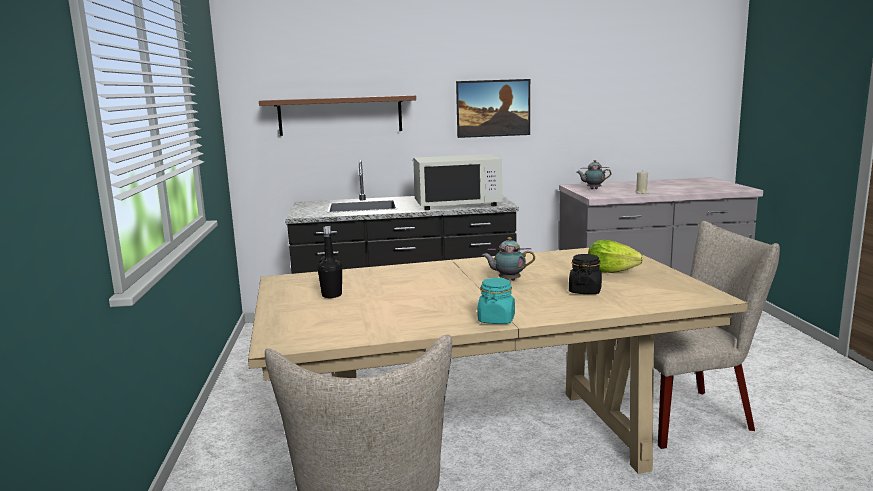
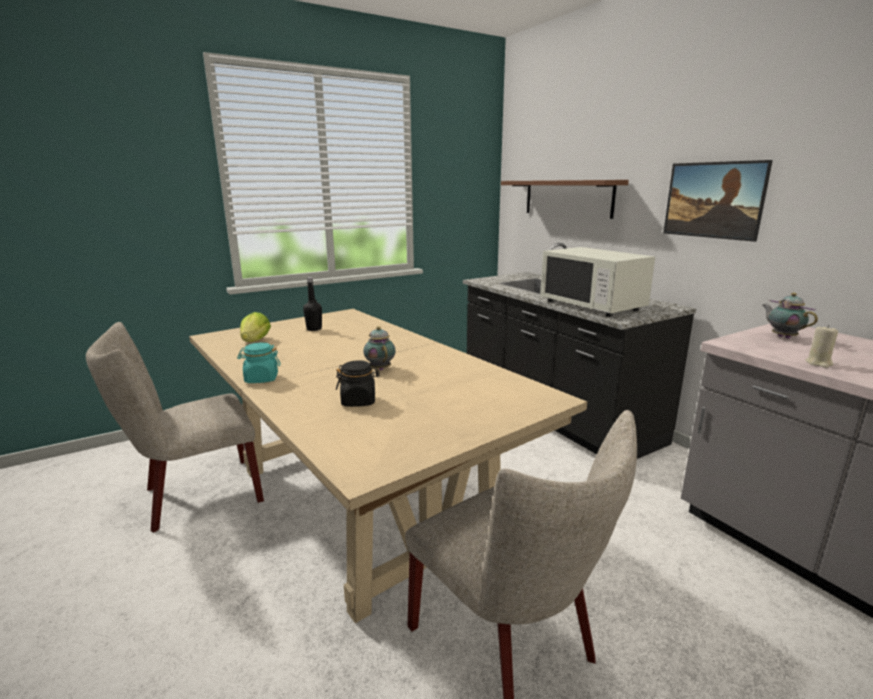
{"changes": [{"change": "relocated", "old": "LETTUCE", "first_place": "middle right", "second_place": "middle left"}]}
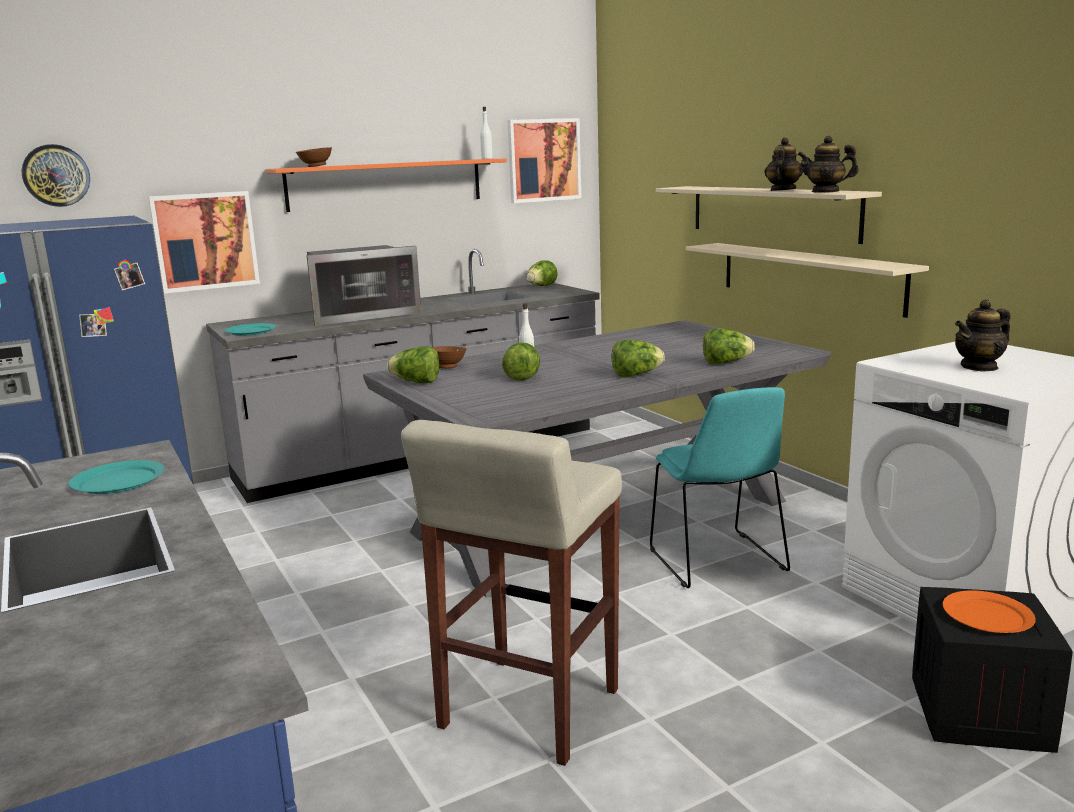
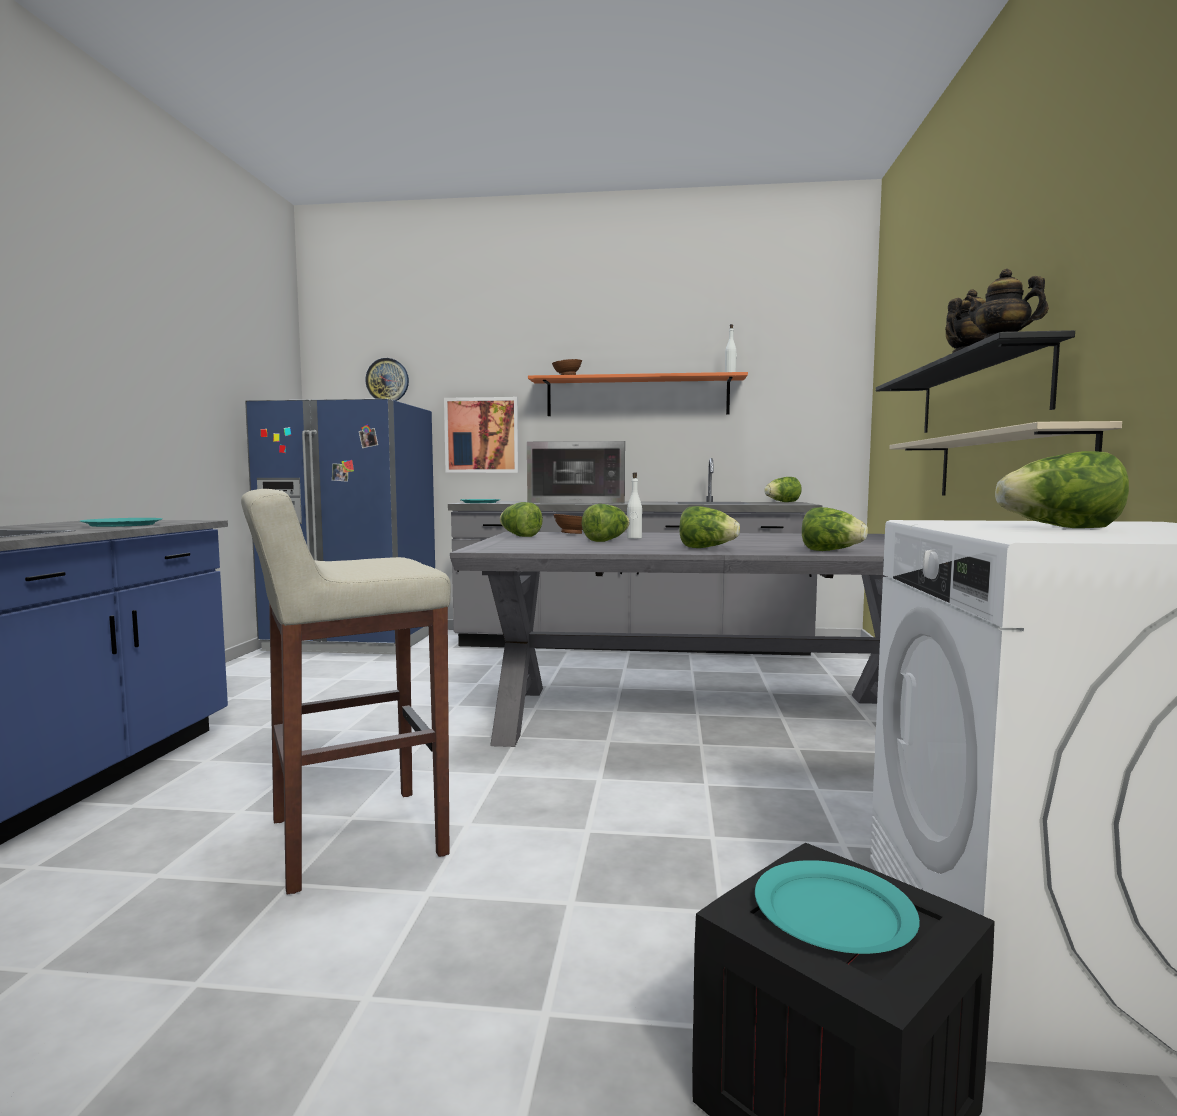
{"changes": [{"change": "missing", "old": "PICTURE (no. 2 from left)", "first_place": "top centre"}, {"change": "missing", "old": "TURQUOISE CHAIR", "first_place": "middle right"}, {"change": "colour", "old": "BEIGE SHELF (no. 1 from left)", "new": "BLACK SHELF", "first_place": "top right", "second_place": "middle right"}, {"change": "colour", "old": "ORANGE PLATE", "new": "TURQUOISE PLATE (no. 3 from left)", "first_place": "bottom right", "second_place": "bottom right"}, {"change": "exchanged", "old": "TEAPOT (no. 3 from left)", "new": "LETTUCE (no. 6 from left)", "first_place": "middle right", "second_place": "middle right"}]}
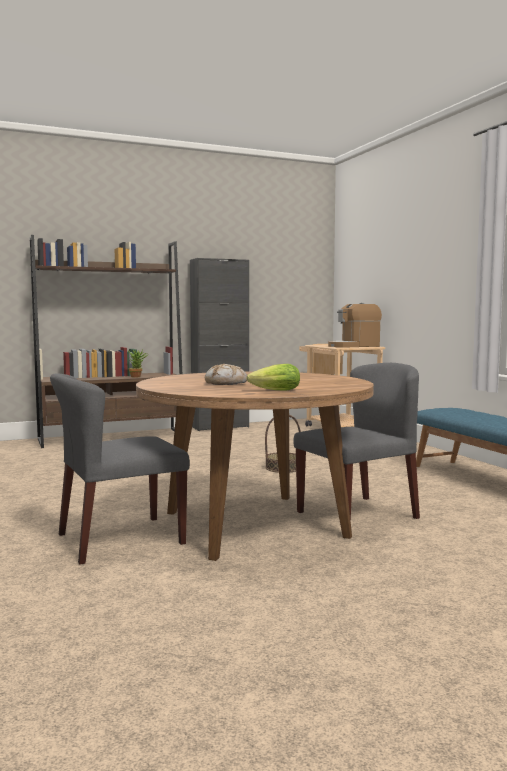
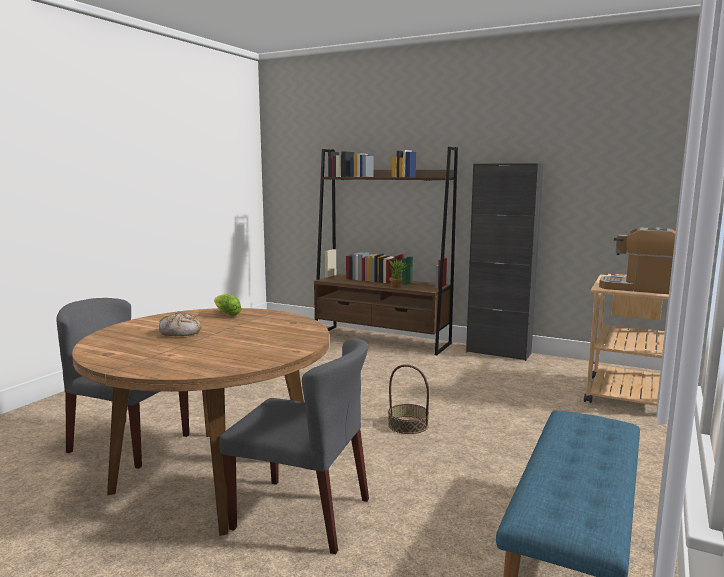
{"changes": [{"change": "relocated", "old": "LETTUCE", "first_place": "centre", "second_place": "middle left"}]}
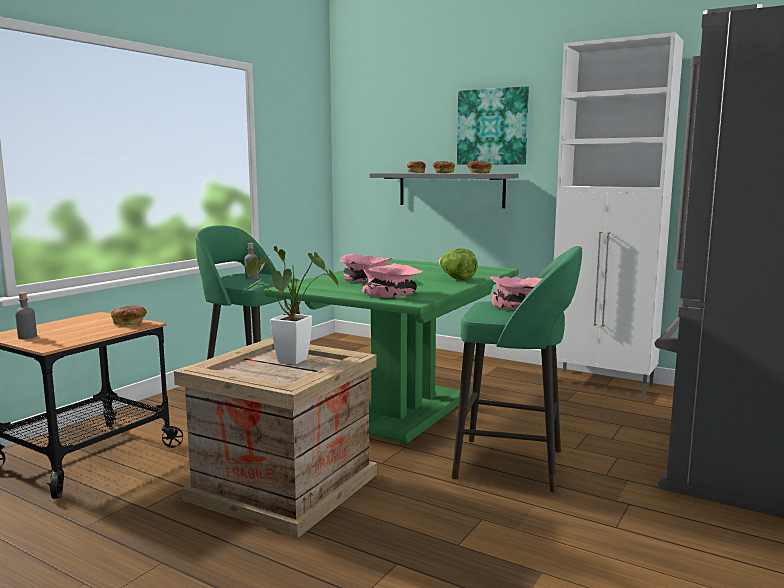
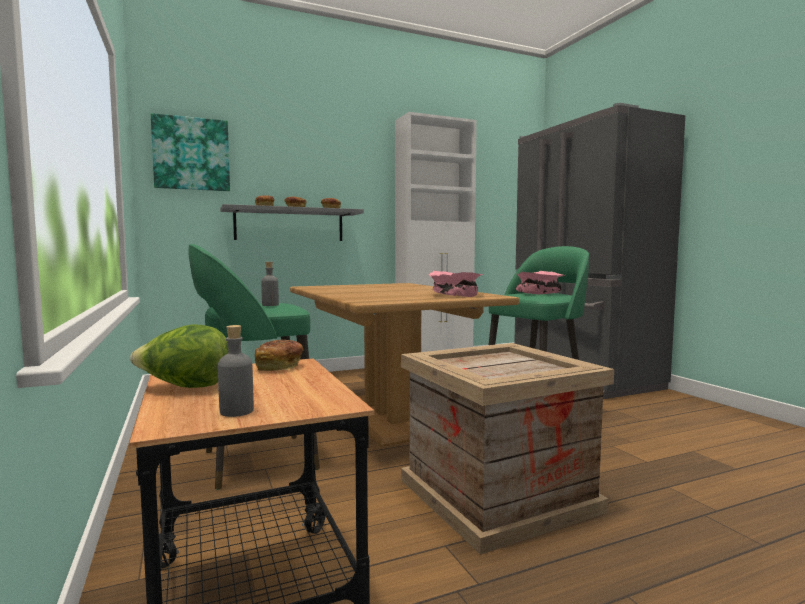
{"changes": [{"change": "missing", "old": "POTTED PLANT", "first_place": "centre"}, {"change": "colour", "old": "GREEN DINING TABLE", "new": "BROWN DINING TABLE", "first_place": "centre", "second_place": "centre"}, {"change": "missing", "old": "PINK BOWL (no. 1 from left)", "first_place": "centre"}, {"change": "relocated", "old": "LETTUCE", "first_place": "centre", "second_place": "middle left"}, {"change": "relocated", "old": "PICTURE", "first_place": "top centre", "second_place": "top left"}]}
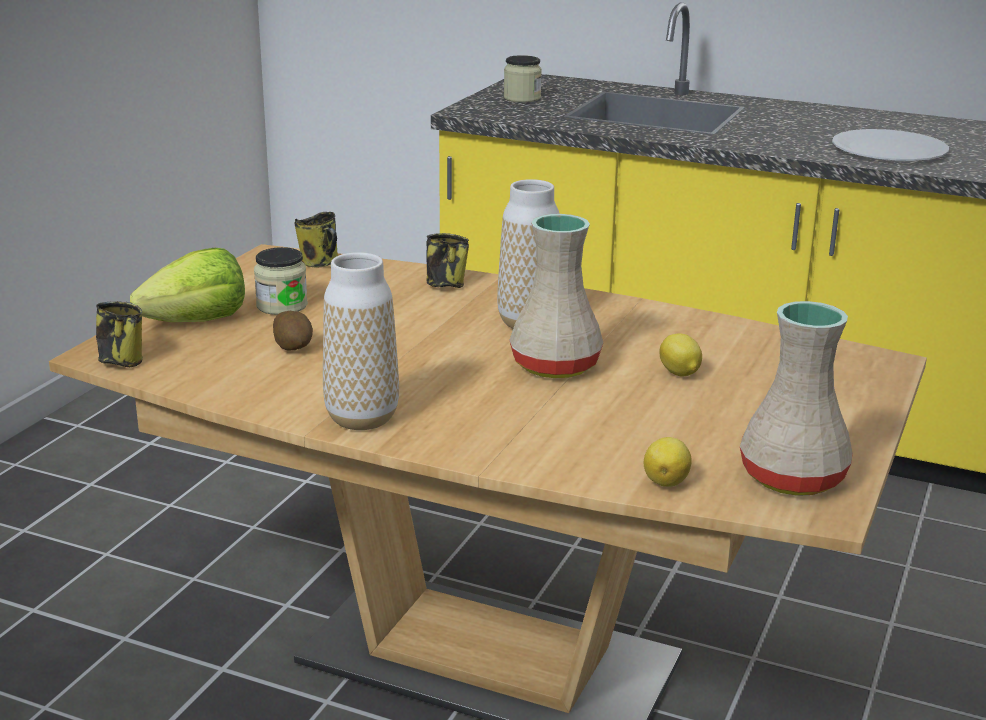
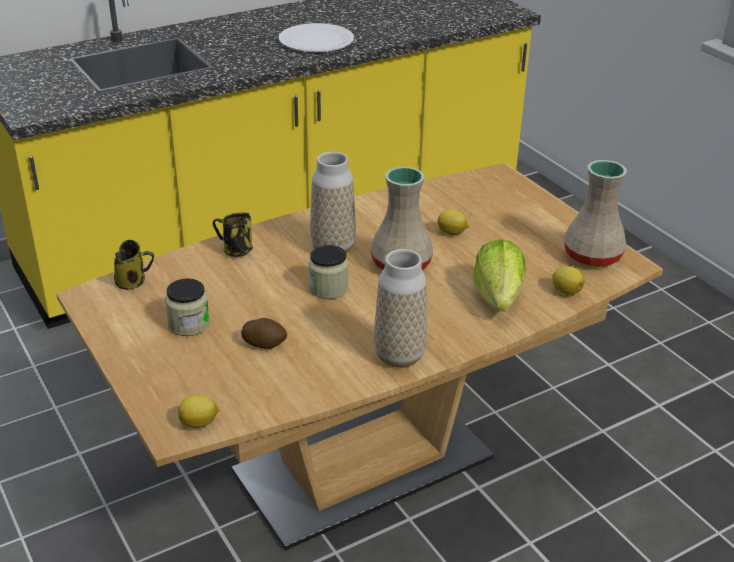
{"changes": [{"change": "exchanged", "old": "MUG (no. 1 from left)", "new": "LEMON (no. 1 from left)", "first_place": "middle left", "second_place": "bottom left"}, {"change": "relocated", "old": "LETTUCE", "first_place": "middle left", "second_place": "middle right"}, {"change": "relocated", "old": "JAR (no. 2 from left)", "first_place": "top centre", "second_place": "centre"}]}
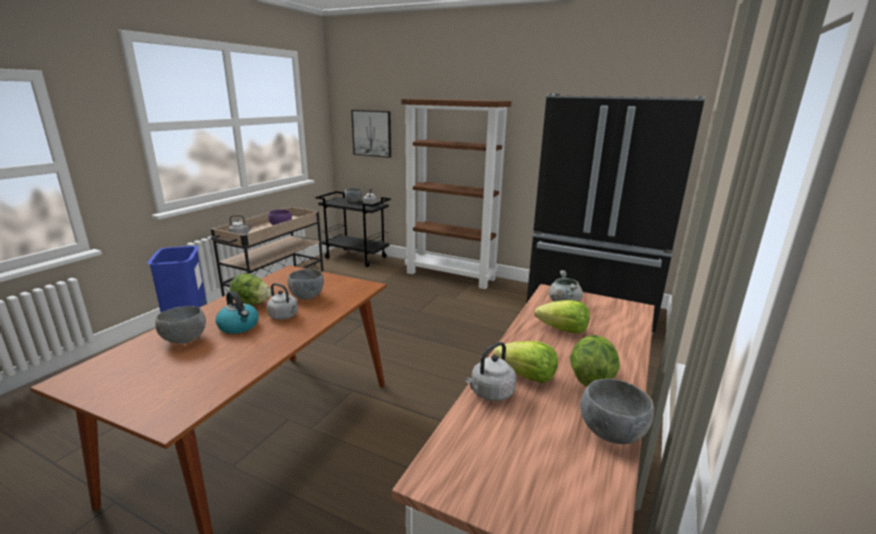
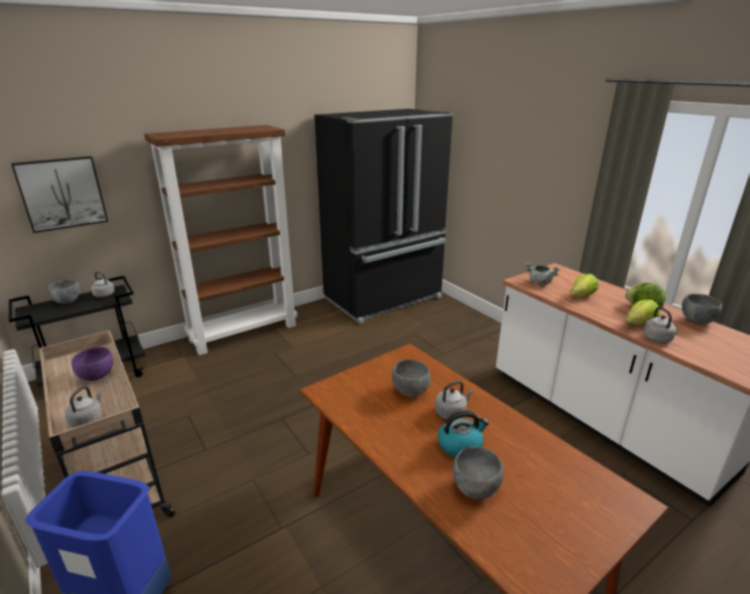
{"changes": [{"change": "missing", "old": "LETTUCE (no. 1 from left)", "first_place": "middle left"}]}
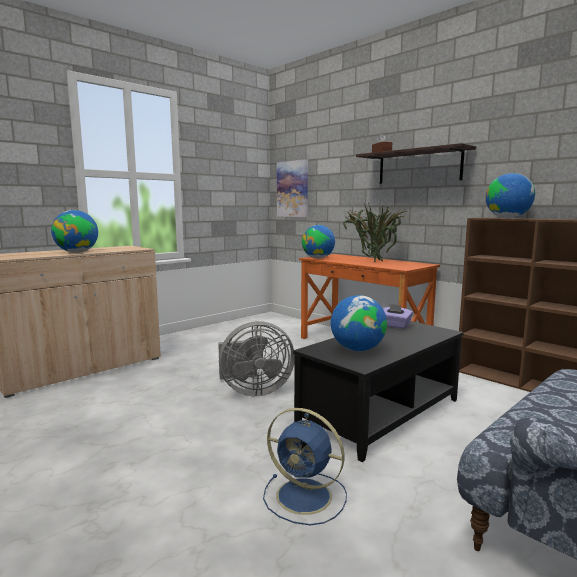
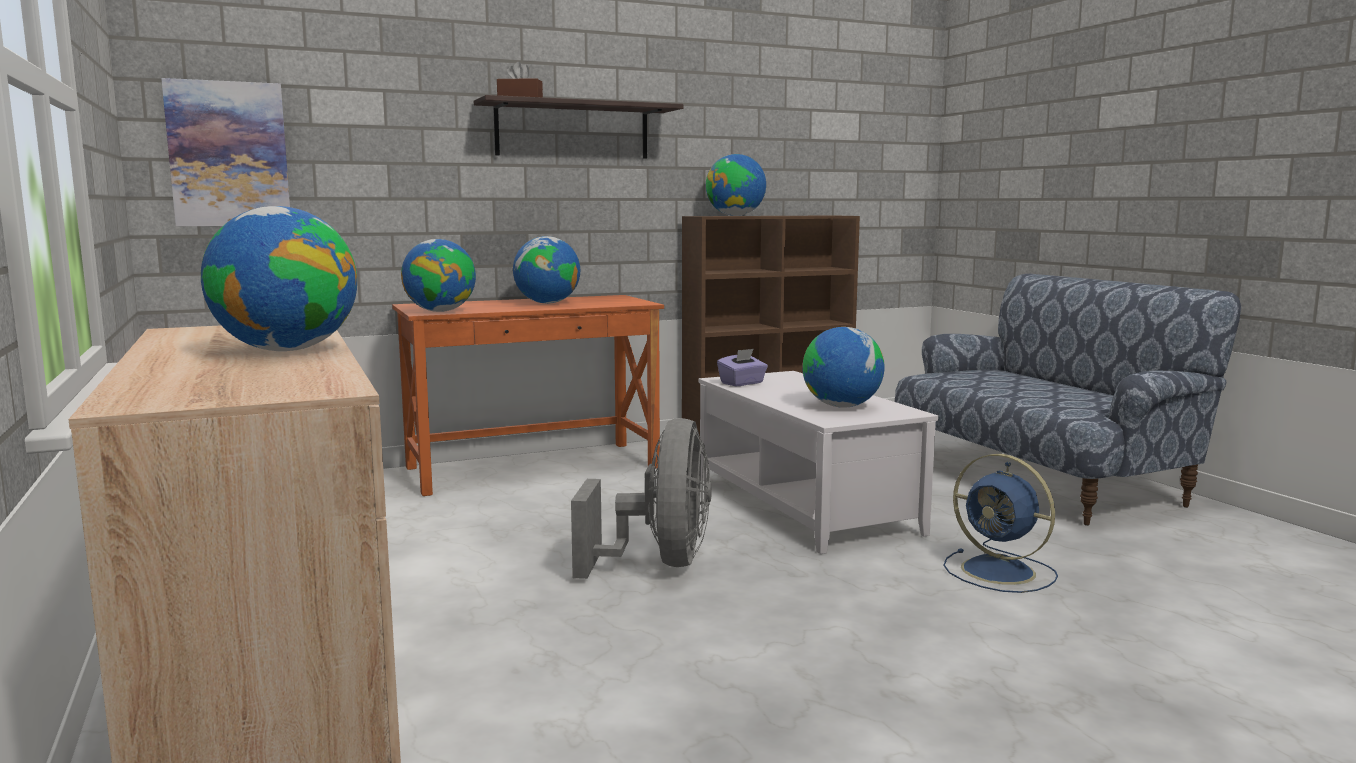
{"changes": [{"change": "spun", "old": "BLUE FAN", "first_place": "bottom centre", "second_place": "bottom right", "degrees": 90}, {"change": "colour", "old": "BLACK COFFEE TABLE", "new": "WHITE COFFEE TABLE", "first_place": "bottom centre", "second_place": "centre"}, {"change": "exchanged", "old": "POTTED PLANT", "new": "GLOBE (no. 3 from left)", "first_place": "centre", "second_place": "centre"}]}
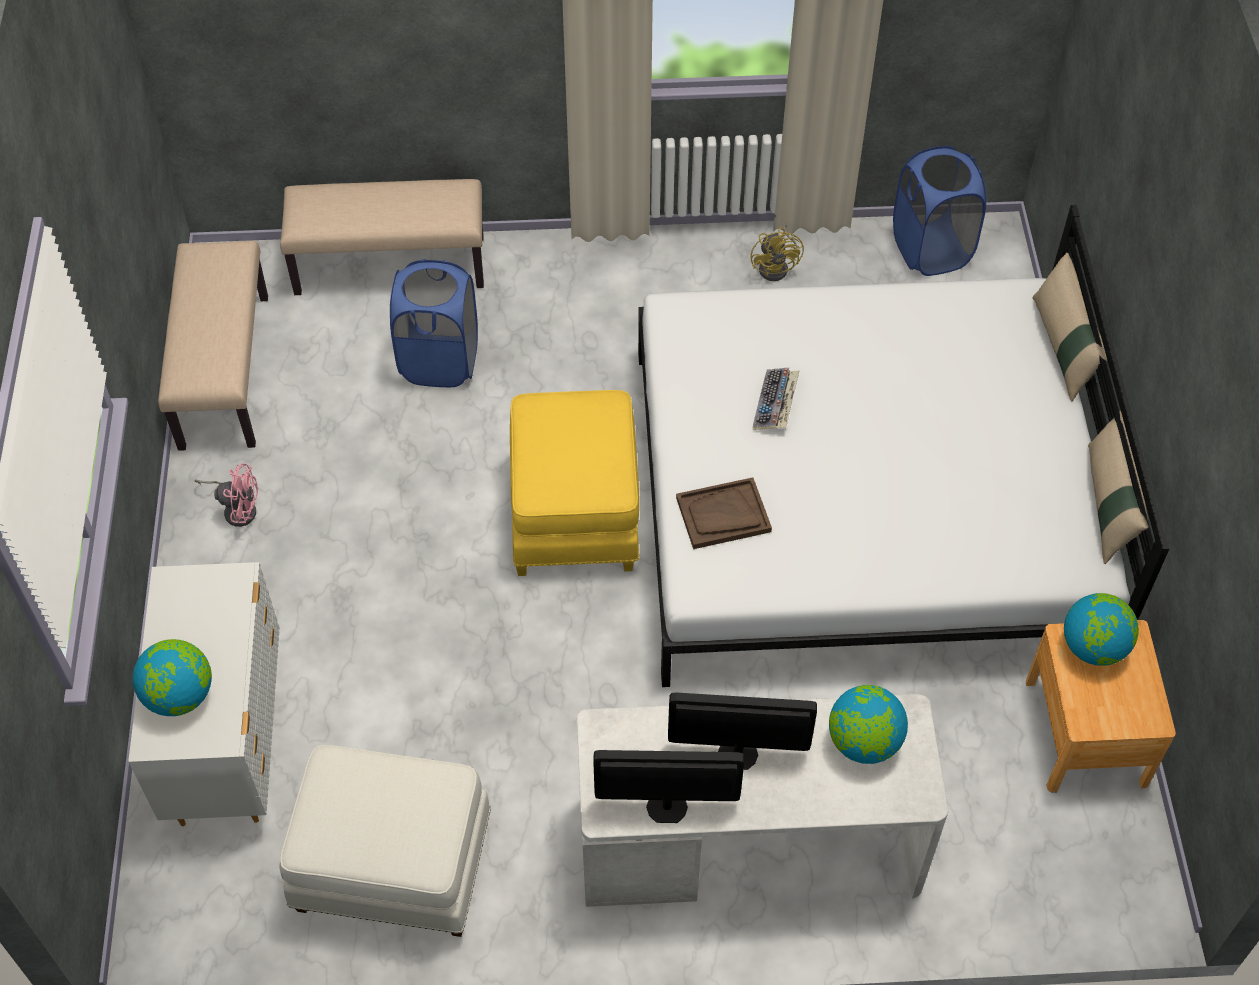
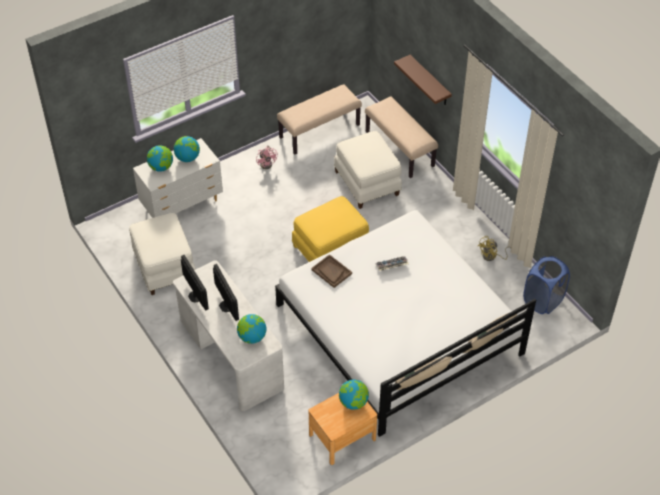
{"changes": [{"change": "exchanged", "old": "BLUE LAUNDRY BASKET (no. 1 from left)", "new": "WHITE OTTOMAN (no. 2 from left)", "first_place": "top centre", "second_place": "centre"}, {"change": "appeared", "new": "GLOBE (no. 2 from left)", "second_place": "top left"}, {"change": "appeared", "new": "BROWN SHELF", "second_place": "top centre"}]}
